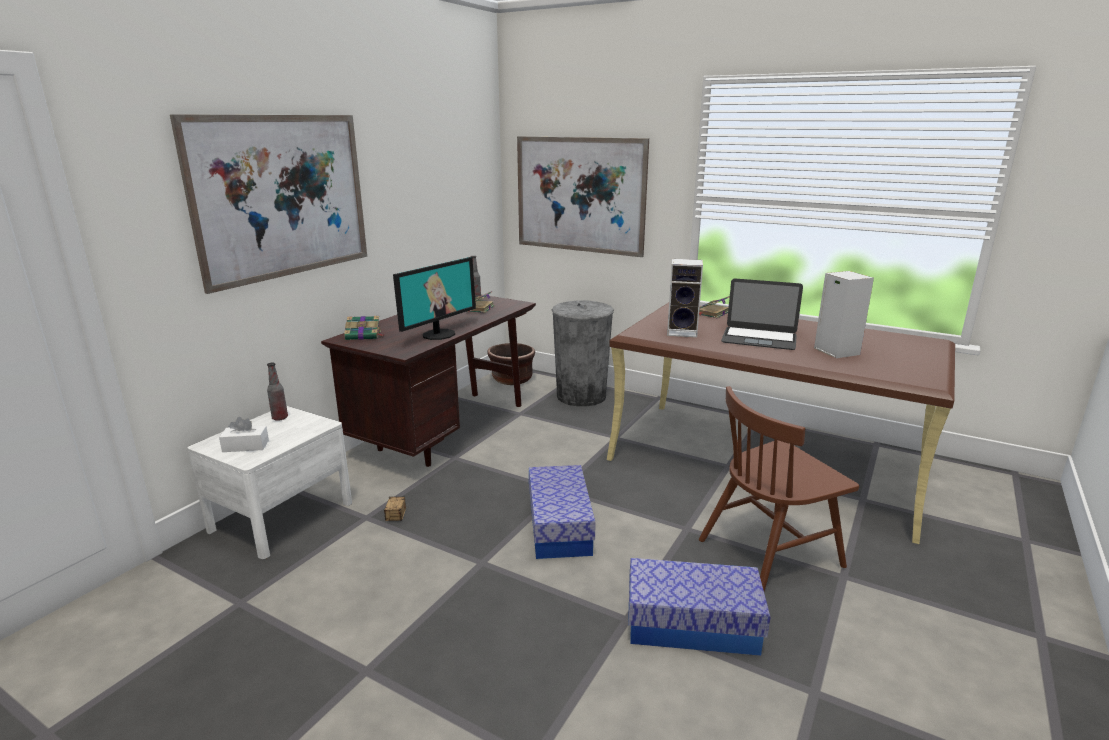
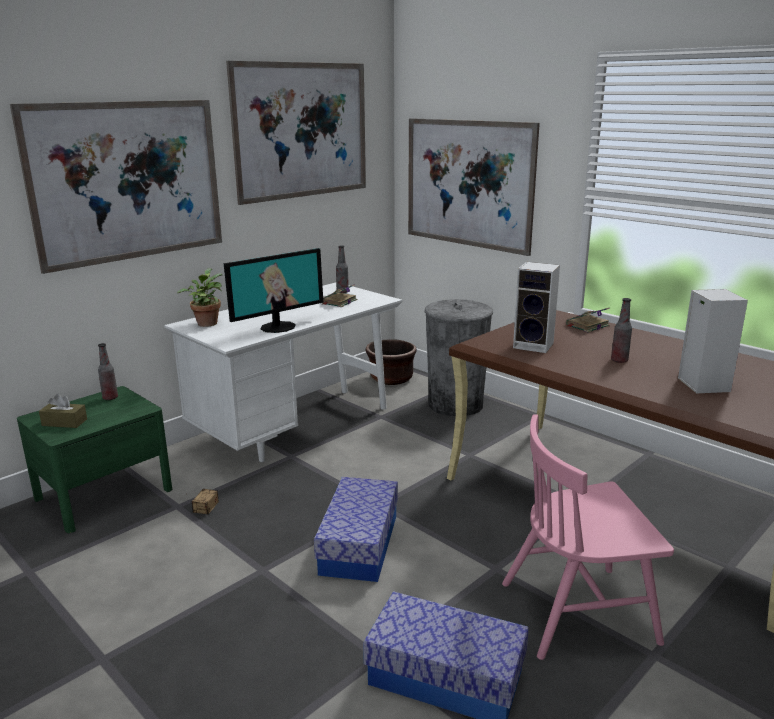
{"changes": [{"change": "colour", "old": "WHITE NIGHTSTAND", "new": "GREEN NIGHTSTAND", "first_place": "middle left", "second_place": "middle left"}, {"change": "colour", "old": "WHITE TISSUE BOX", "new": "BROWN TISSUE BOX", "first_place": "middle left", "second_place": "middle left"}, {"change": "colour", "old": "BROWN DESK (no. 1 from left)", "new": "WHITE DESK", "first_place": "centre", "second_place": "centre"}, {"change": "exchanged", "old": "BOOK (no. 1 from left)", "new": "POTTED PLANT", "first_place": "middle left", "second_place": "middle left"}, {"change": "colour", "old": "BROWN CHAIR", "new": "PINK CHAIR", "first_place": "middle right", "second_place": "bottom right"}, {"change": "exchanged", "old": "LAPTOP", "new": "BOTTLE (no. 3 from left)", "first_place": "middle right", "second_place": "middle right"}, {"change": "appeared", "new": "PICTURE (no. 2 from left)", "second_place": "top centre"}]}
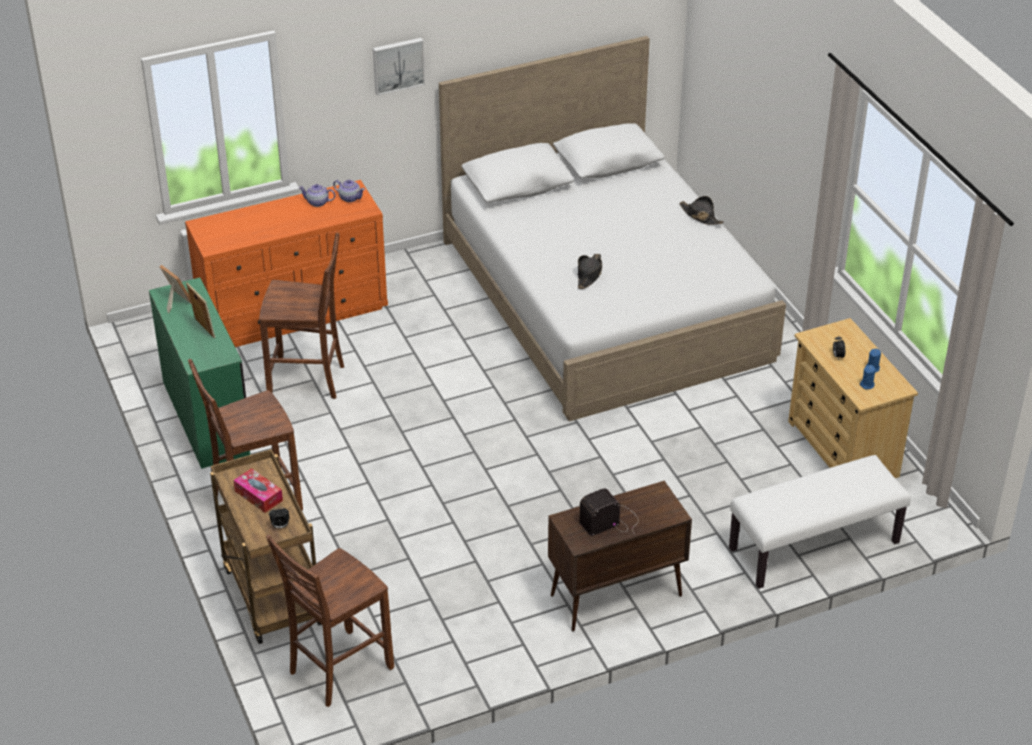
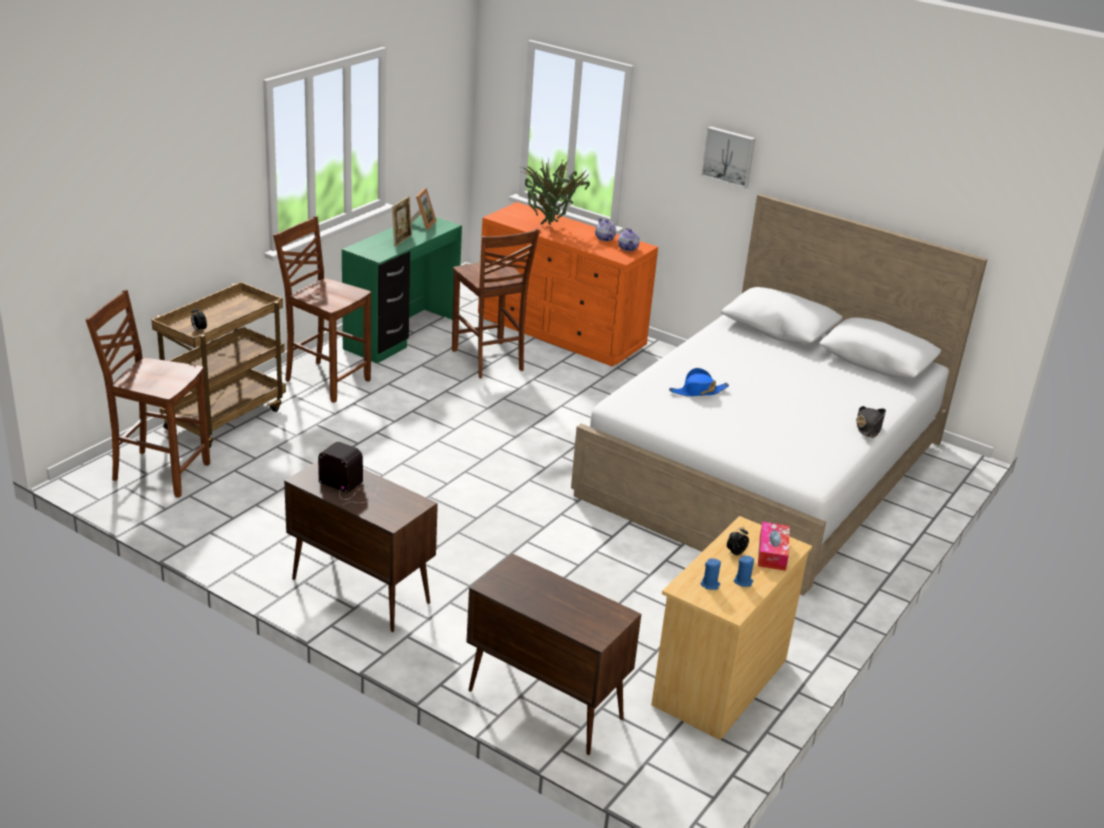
{"changes": [{"change": "relocated", "old": "TISSUE BOX", "first_place": "middle left", "second_place": "middle right"}, {"change": "colour", "old": "BLACK HAT (no. 1 from left)", "new": "BLUE HAT", "first_place": "centre", "second_place": "centre"}, {"change": "exchanged", "old": "WHITE BENCH", "new": "BROWN CABINET (no. 2 from left)", "first_place": "bottom right", "second_place": "bottom centre"}, {"change": "appeared", "new": "POTTED PLANT", "second_place": "top centre"}]}
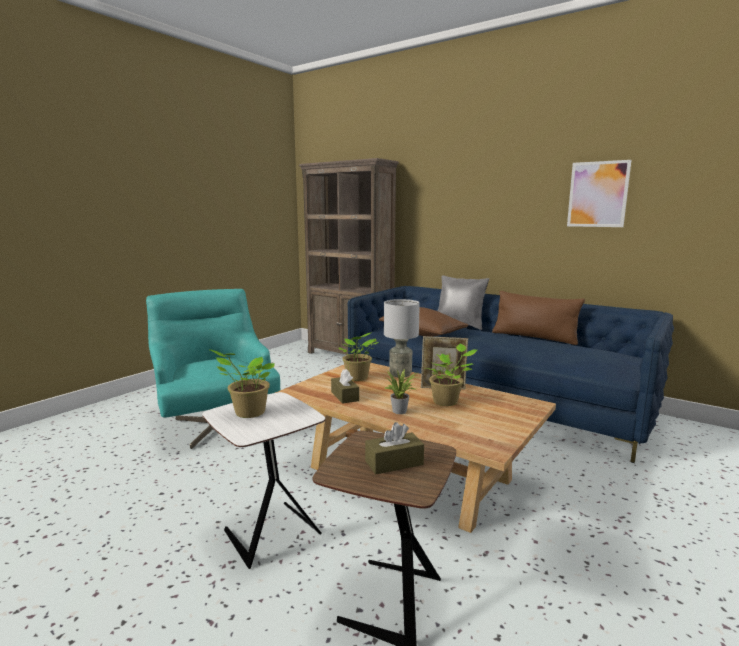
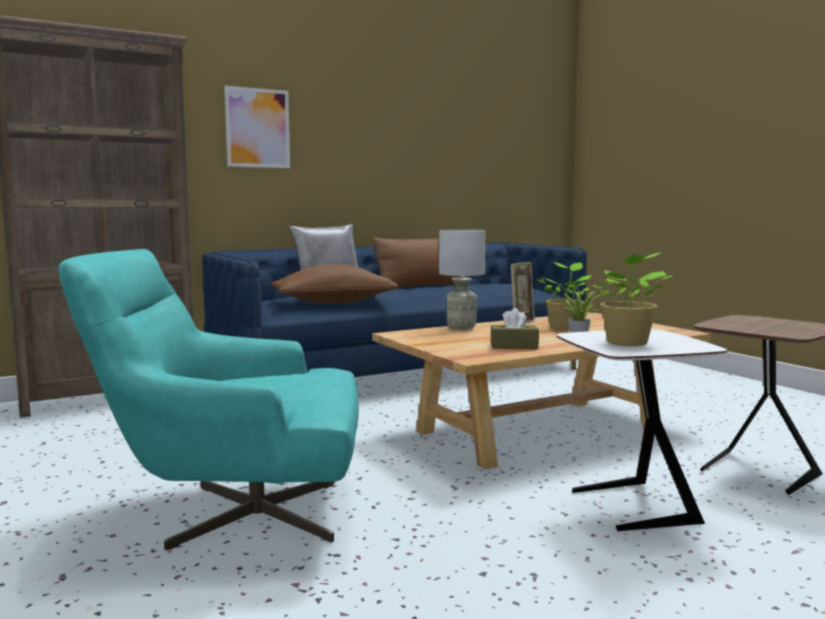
{"changes": [{"change": "missing", "old": "POTTED PLANT (no. 2 from left)", "first_place": "centre"}, {"change": "missing", "old": "BROWN TISSUE BOX (no. 2 from left)", "first_place": "bottom centre"}, {"change": "relocated", "old": "PICTURE", "first_place": "top right", "second_place": "top left"}]}
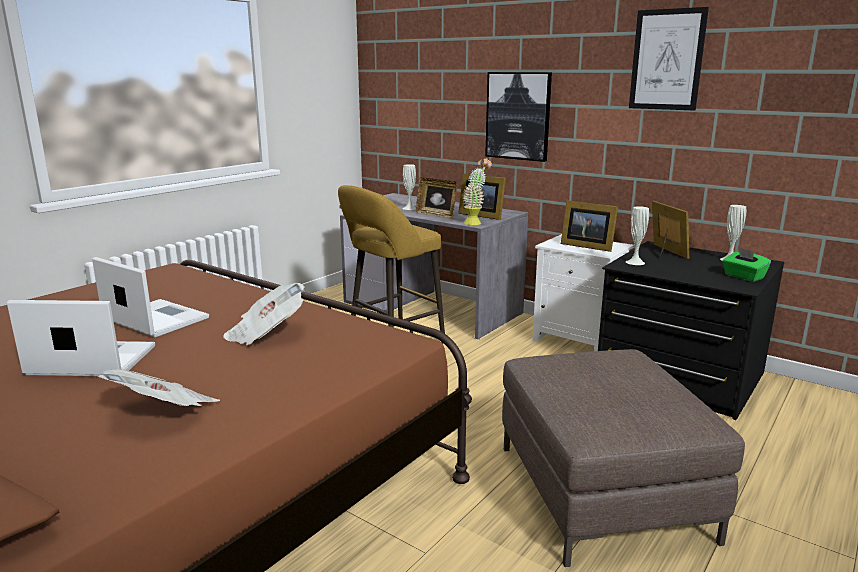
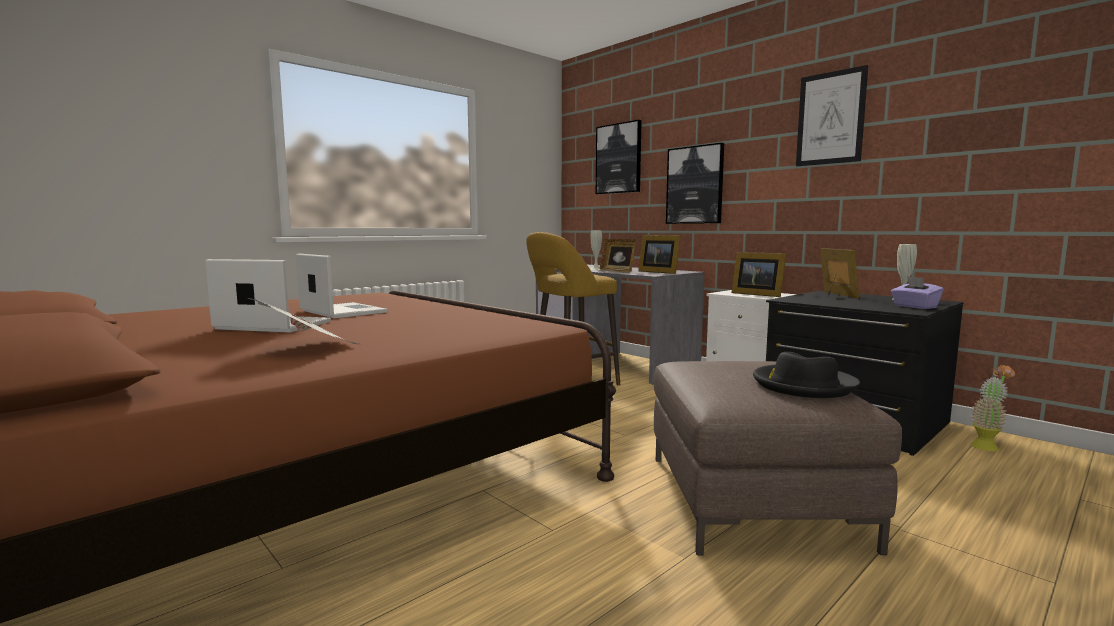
{"changes": [{"change": "missing", "old": "NEWSPAPER (no. 2 from left)", "first_place": "middle left"}, {"change": "relocated", "old": "POTTED PLANT", "first_place": "centre", "second_place": "middle right"}, {"change": "missing", "old": "WHITE VASE (no. 2 from left)", "first_place": "middle right"}, {"change": "colour", "old": "GREEN TISSUE BOX", "new": "PURPLE TISSUE BOX", "first_place": "middle right", "second_place": "middle right"}, {"change": "appeared", "new": "PICTURE (no. 1 from left)", "second_place": "top centre"}, {"change": "appeared", "new": "BLACK HAT", "second_place": "middle right"}]}
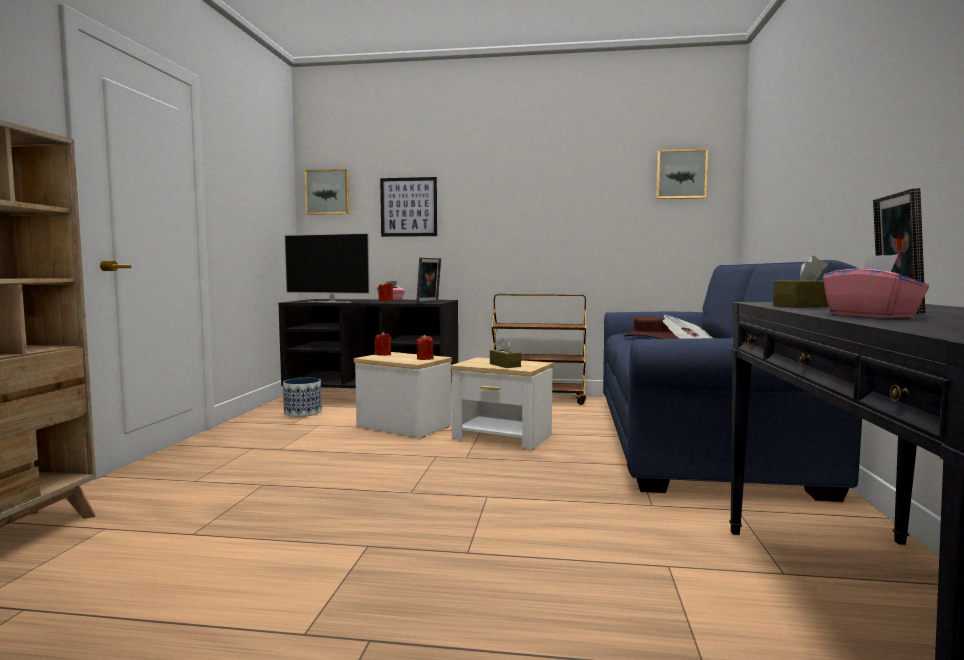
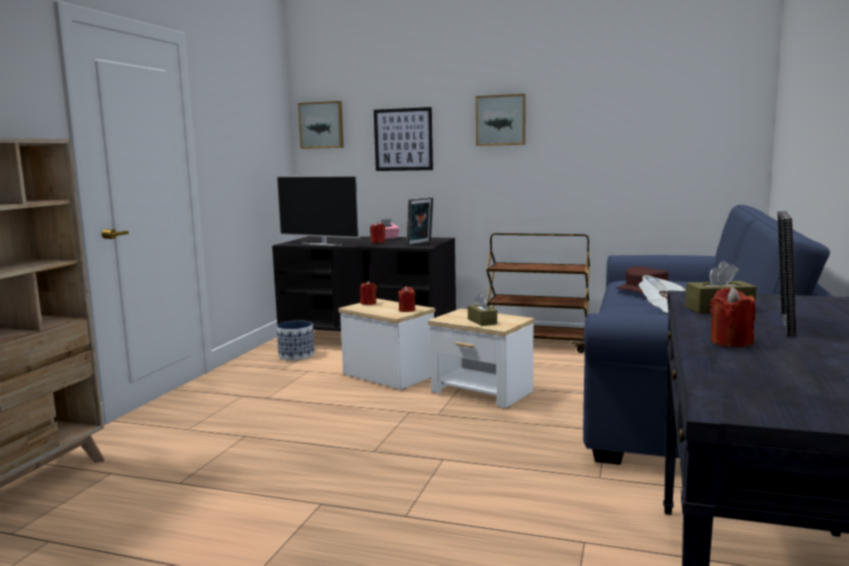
{"changes": [{"change": "relocated", "old": "PICTURE (no. 3 from left)", "first_place": "top right", "second_place": "top centre"}, {"change": "exchanged", "old": "PINK TISSUE BOX (no. 2 from left)", "new": "RED CANDLE (no. 4 from left)", "first_place": "middle right", "second_place": "middle right"}]}
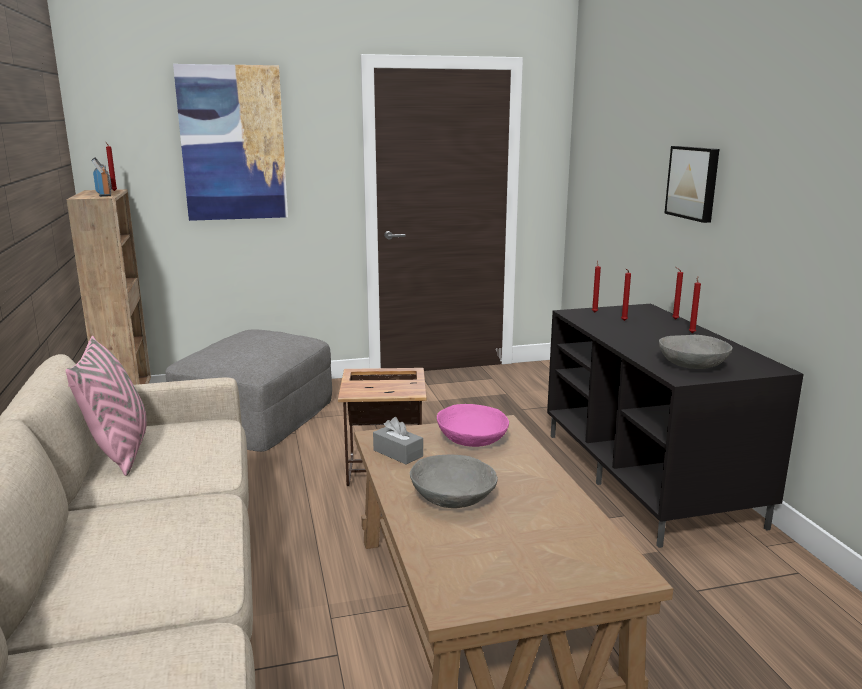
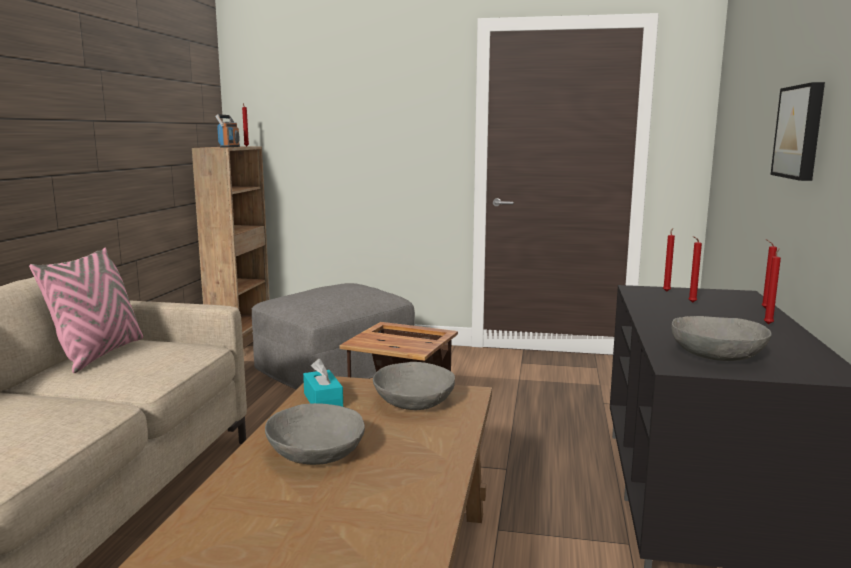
{"changes": [{"change": "missing", "old": "PICTURE (no. 1 from left)", "first_place": "top left"}, {"change": "colour", "old": "GREY TISSUE BOX", "new": "TURQUOISE TISSUE BOX", "first_place": "centre", "second_place": "bottom centre"}, {"change": "colour", "old": "PINK BOWL", "new": "GREY BOWL (no. 2 from left)", "first_place": "centre", "second_place": "bottom centre"}]}
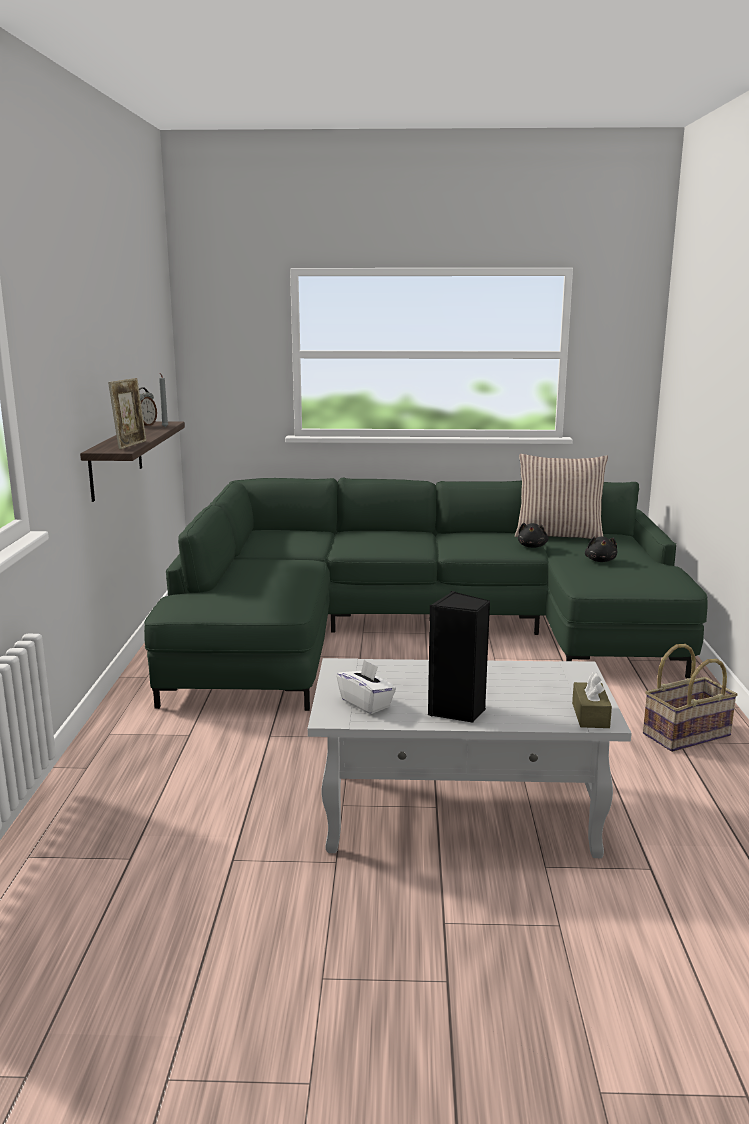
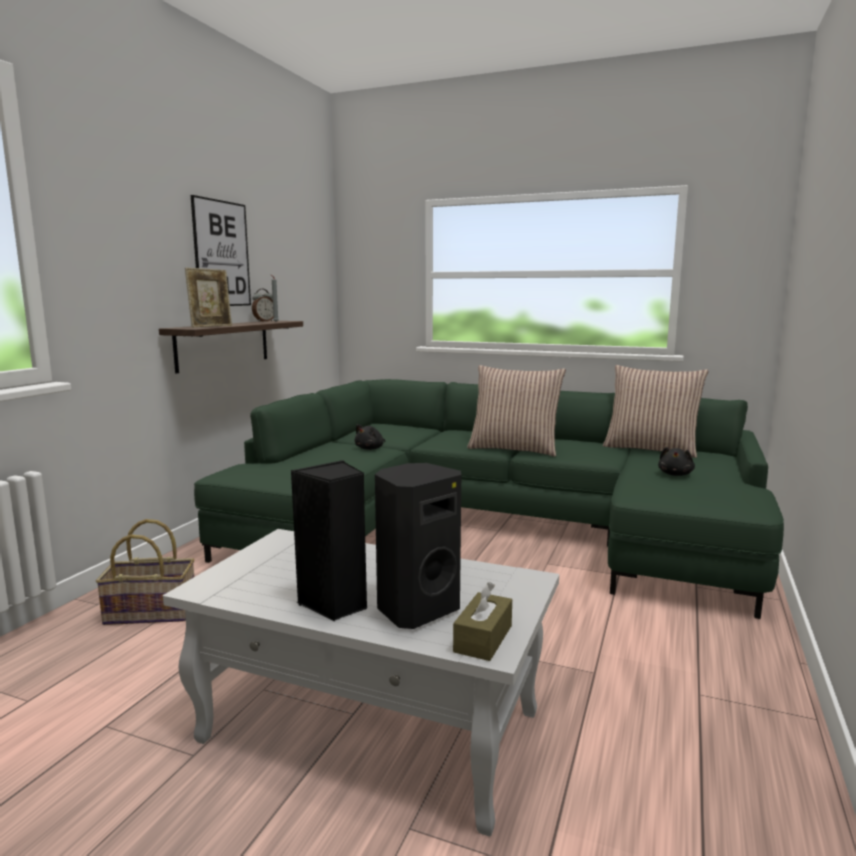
{"changes": [{"change": "missing", "old": "WHITE TISSUE BOX", "first_place": "centre"}, {"change": "relocated", "old": "BLACK PLUSH TOY (no. 1 from left)", "first_place": "middle right", "second_place": "centre"}, {"change": "relocated", "old": "BASKET", "first_place": "middle right", "second_place": "bottom left"}, {"change": "appeared", "new": "PICTURE", "second_place": "top left"}, {"change": "appeared", "new": "BLACK SPEAKER (no. 2 from left)", "second_place": "centre"}, {"change": "appeared", "new": "PILLOW (no. 1 from left)", "second_place": "centre"}]}
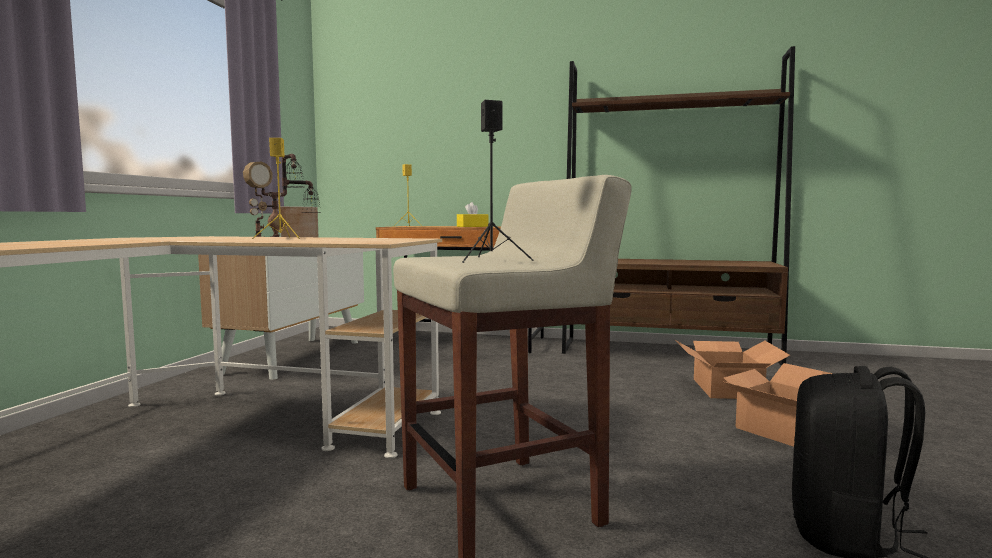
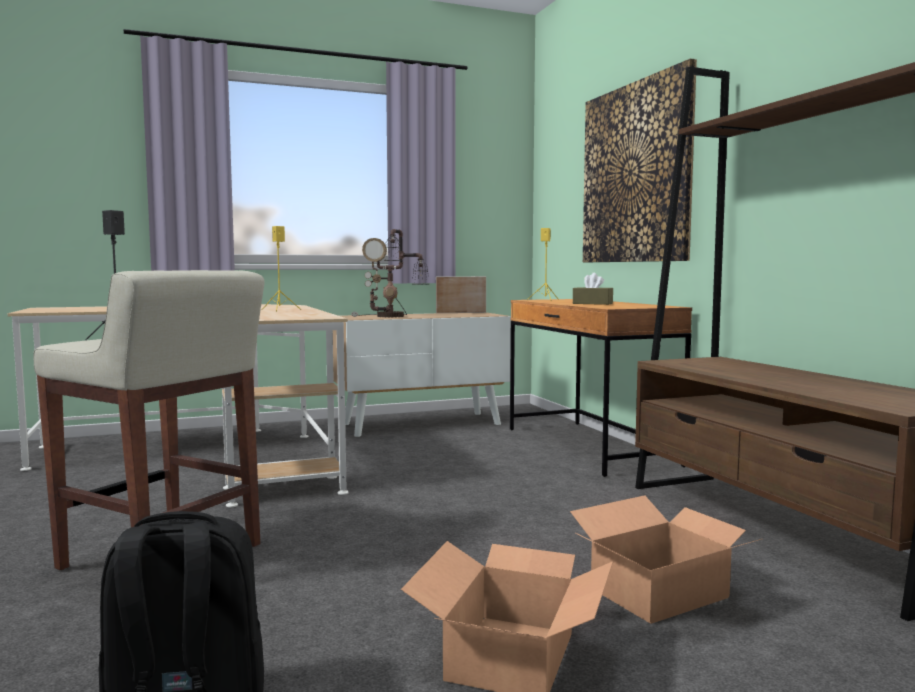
{"changes": [{"change": "colour", "old": "YELLOW TISSUE BOX", "new": "BROWN TISSUE BOX", "first_place": "centre", "second_place": "centre"}, {"change": "appeared", "new": "PICTURE", "second_place": "top right"}]}
